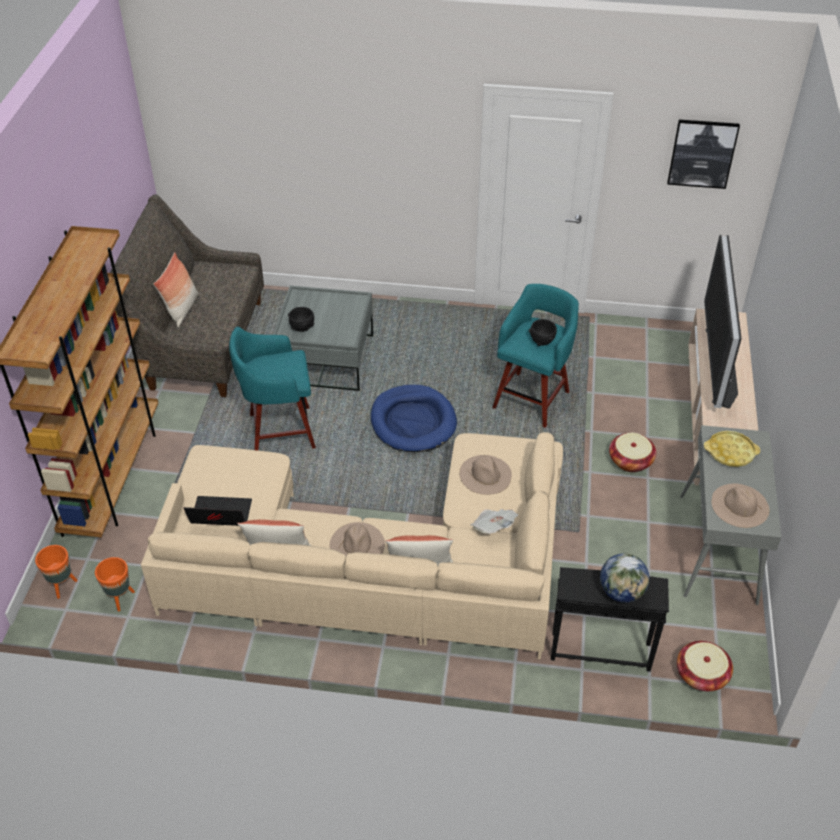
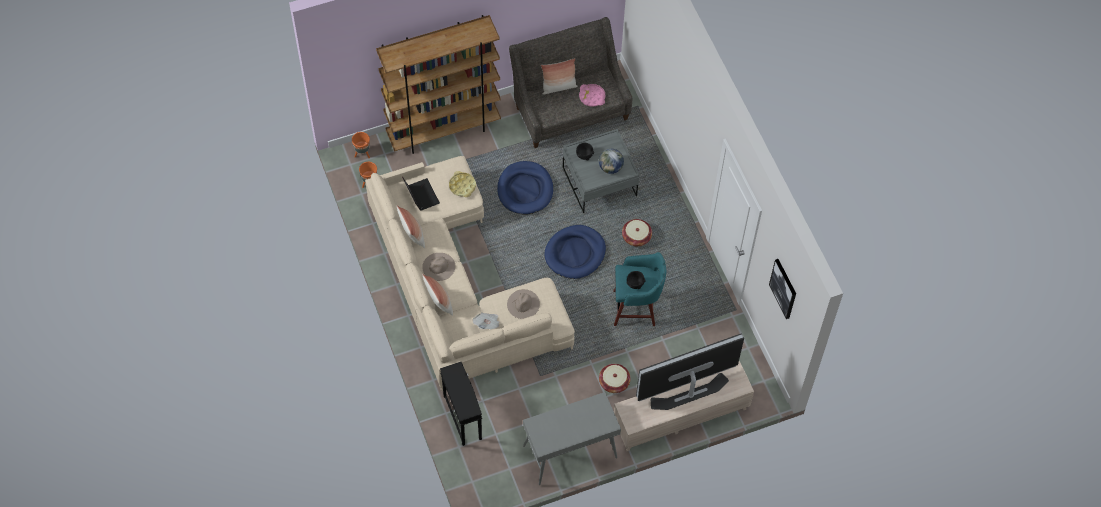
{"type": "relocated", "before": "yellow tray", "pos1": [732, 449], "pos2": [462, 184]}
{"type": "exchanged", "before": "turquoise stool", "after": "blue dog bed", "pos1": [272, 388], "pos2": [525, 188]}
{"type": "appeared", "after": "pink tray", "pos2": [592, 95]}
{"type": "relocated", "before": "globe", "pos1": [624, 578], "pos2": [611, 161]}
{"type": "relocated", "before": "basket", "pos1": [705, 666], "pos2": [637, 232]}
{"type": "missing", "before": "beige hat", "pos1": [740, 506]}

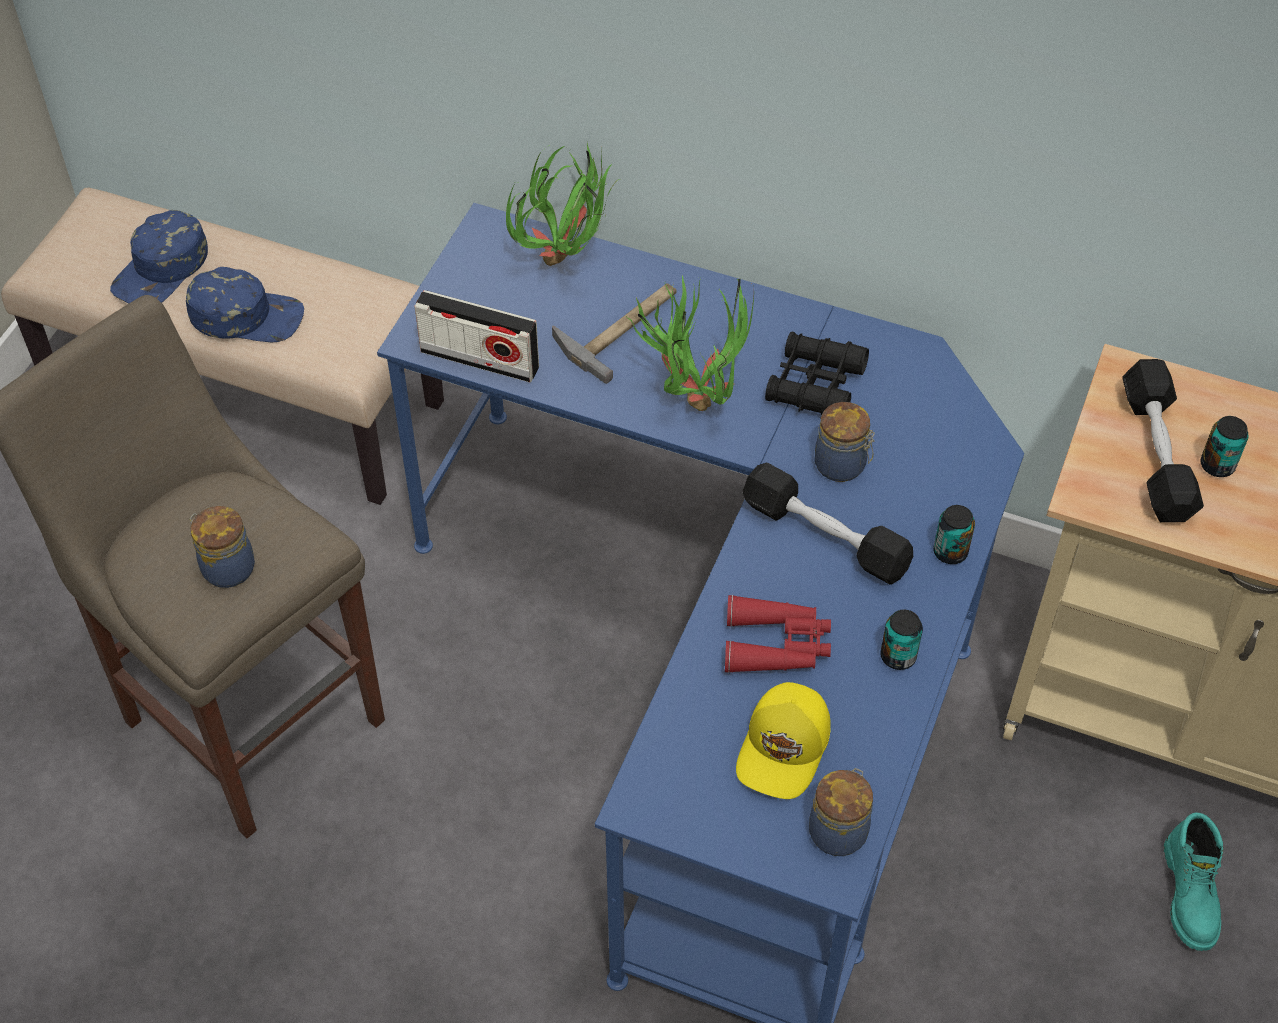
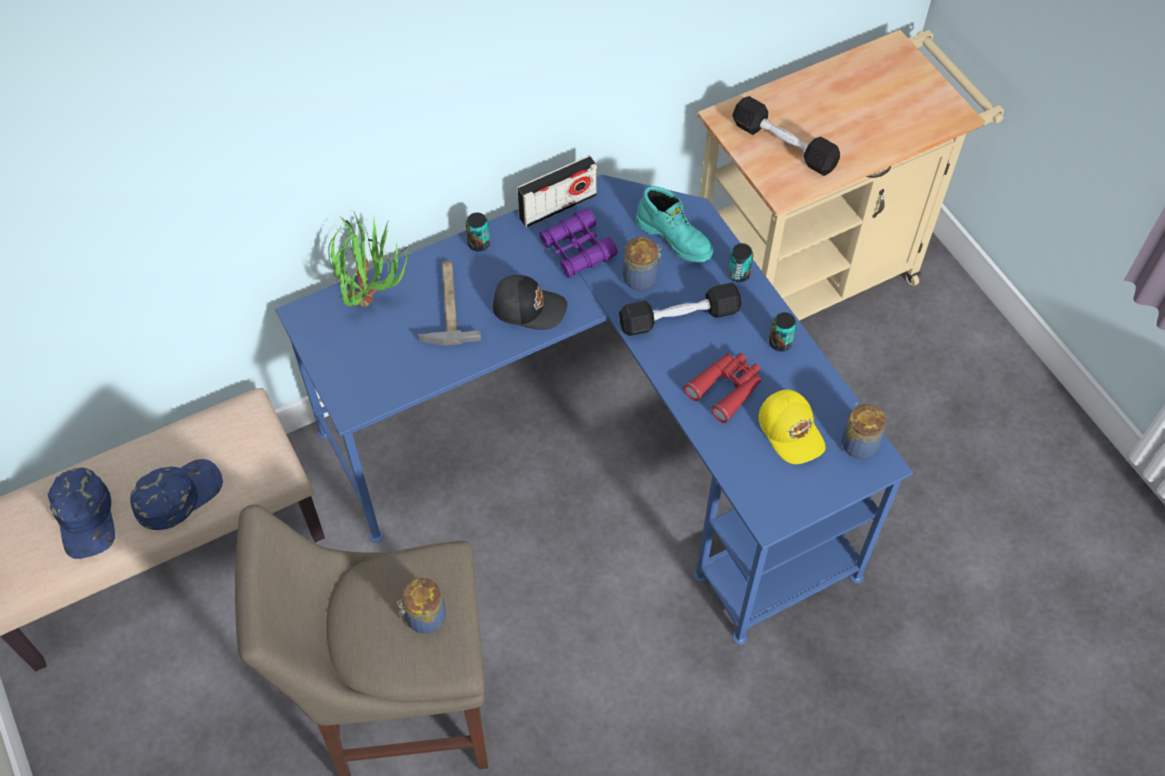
{"type": "relocated", "before": "can", "pos1": [1224, 446], "pos2": [478, 232]}
{"type": "exchanged", "before": "potted plant", "after": "black cap", "pos1": [690, 343], "pos2": [530, 302]}
{"type": "relocated", "before": "radio", "pos1": [476, 336], "pos2": [557, 191]}
{"type": "colour", "before": "black binoculars", "after": "purple binoculars", "pos1": [817, 373], "pos2": [578, 243]}
{"type": "relocated", "before": "turquoise boot", "pos1": [1194, 882], "pos2": [674, 224]}

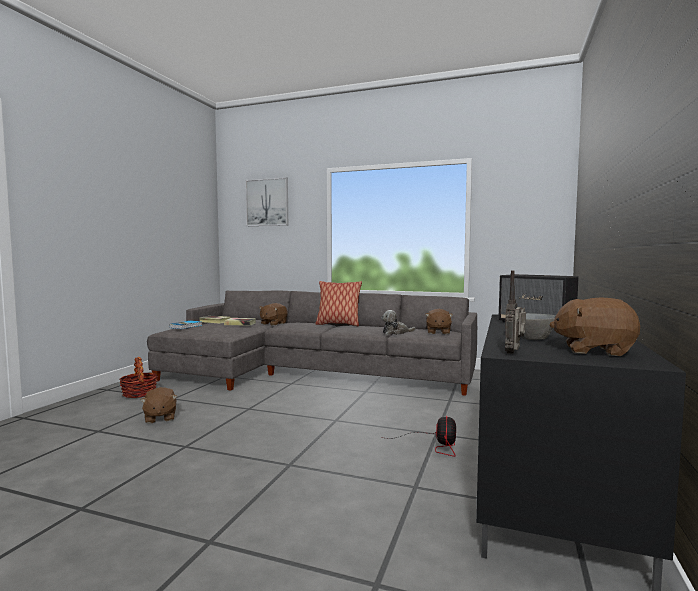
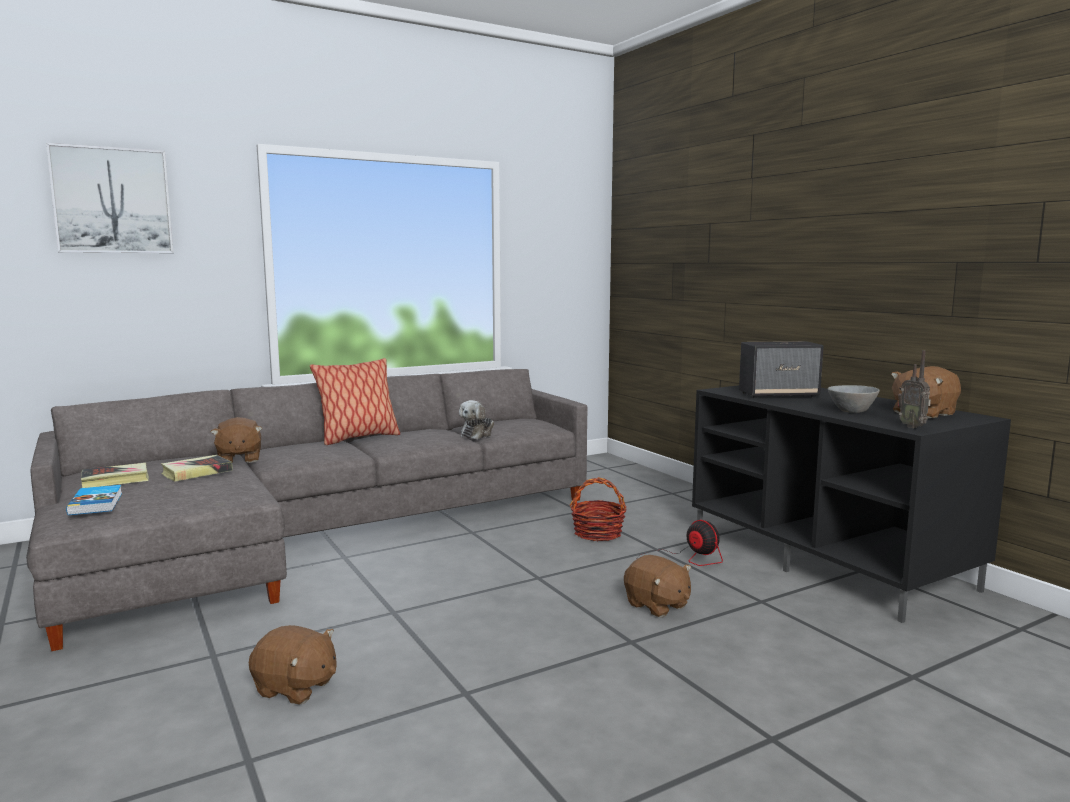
{"type": "relocated", "before": "basket", "pos1": [138, 377], "pos2": [598, 509]}
{"type": "relocated", "before": "brown plush toy", "pos1": [439, 321], "pos2": [657, 586]}

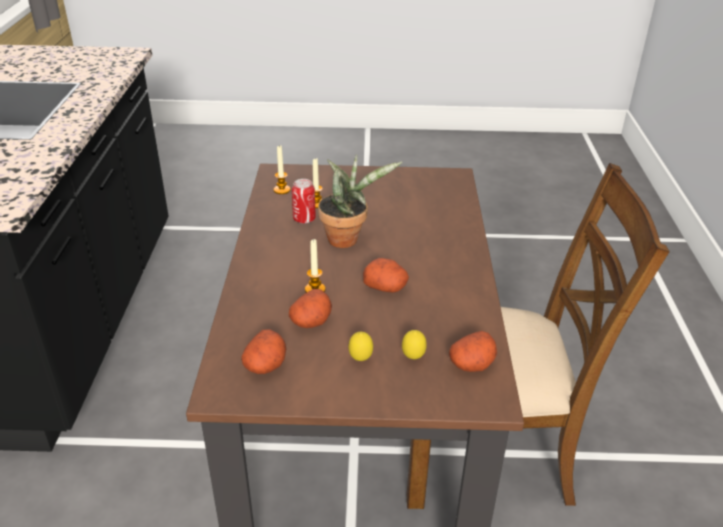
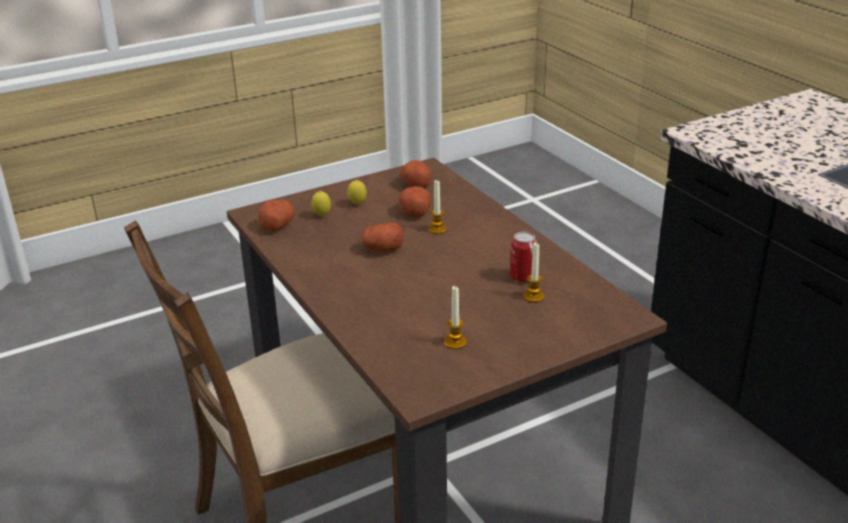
{"type": "relocated", "before": "candle", "pos1": [282, 170], "pos2": [455, 317]}
{"type": "missing", "before": "potted plant", "pos1": [360, 201]}

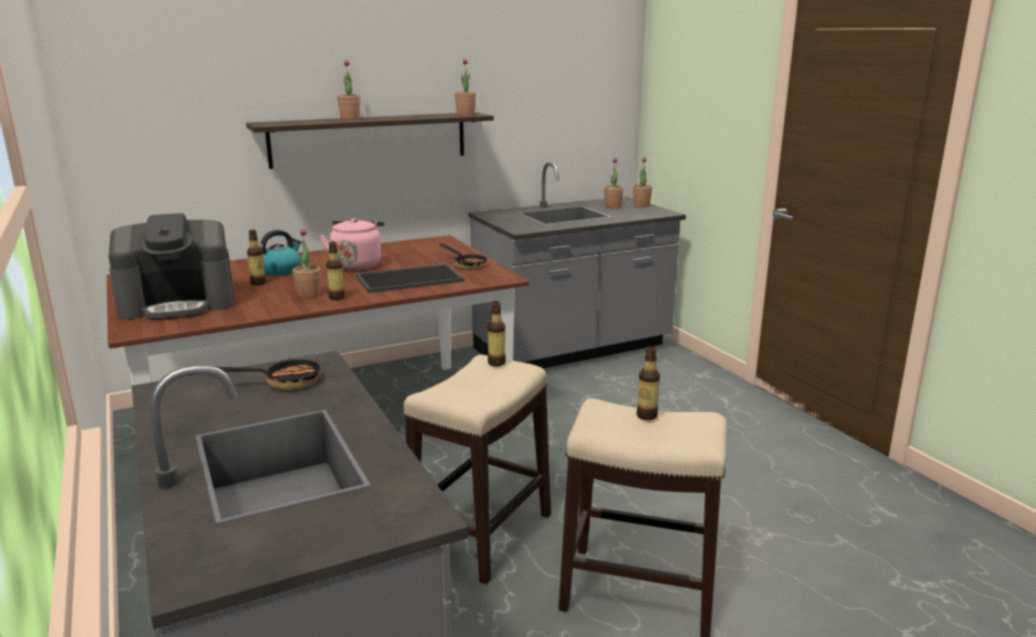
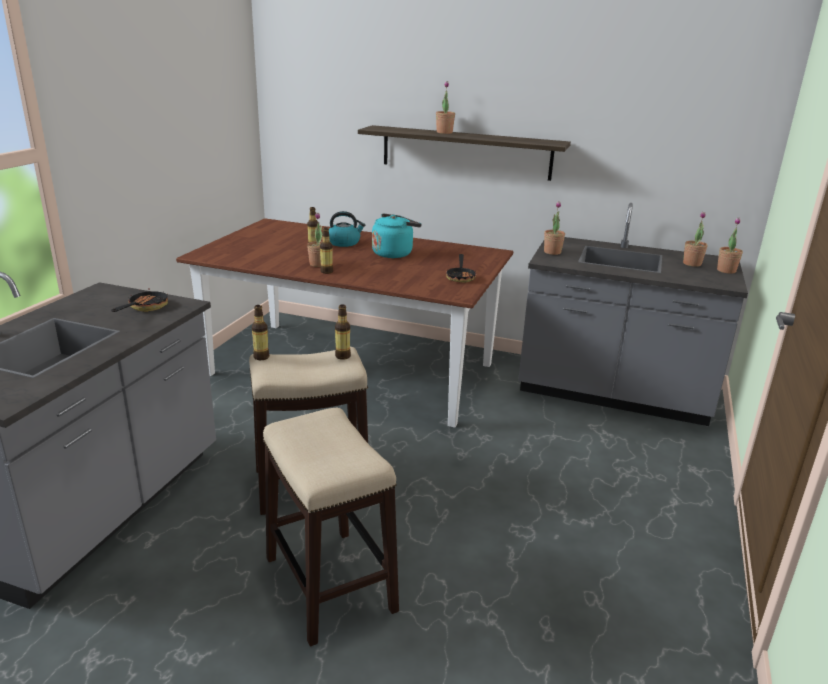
{"type": "spun", "before": "frying pan", "pos1": [269, 370], "pos2": [139, 297], "turn": -105}
{"type": "relocated", "before": "bottle", "pos1": [648, 383], "pos2": [260, 332]}
{"type": "colour", "before": "pink kettle", "after": "turquoise kettle", "pos1": [351, 244], "pos2": [397, 235]}
{"type": "relocated", "before": "potted plant", "pos1": [465, 87], "pos2": [554, 228]}
{"type": "missing", "before": "coffee machine", "pos1": [171, 266]}
{"type": "missing", "before": "tray", "pos1": [410, 278]}

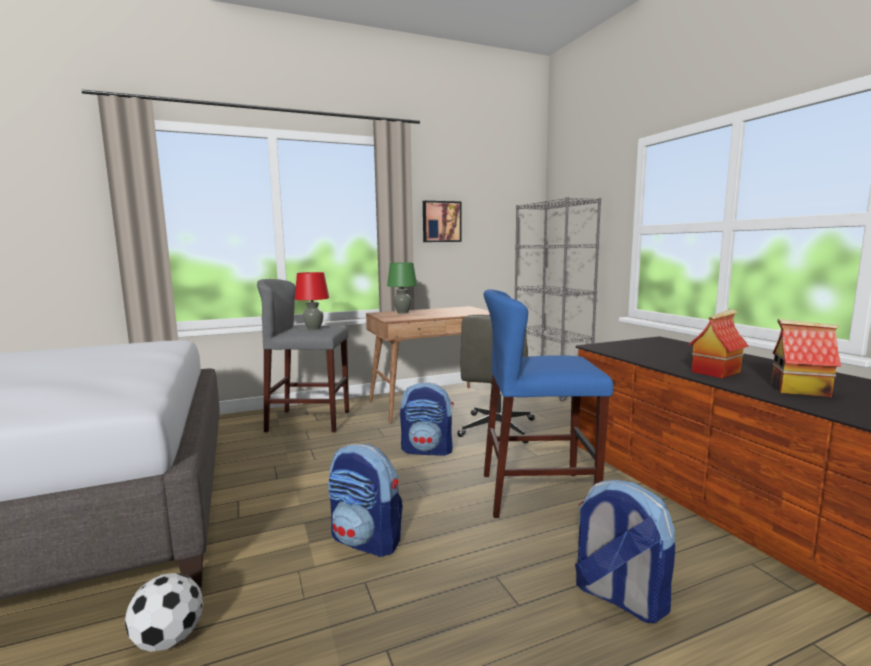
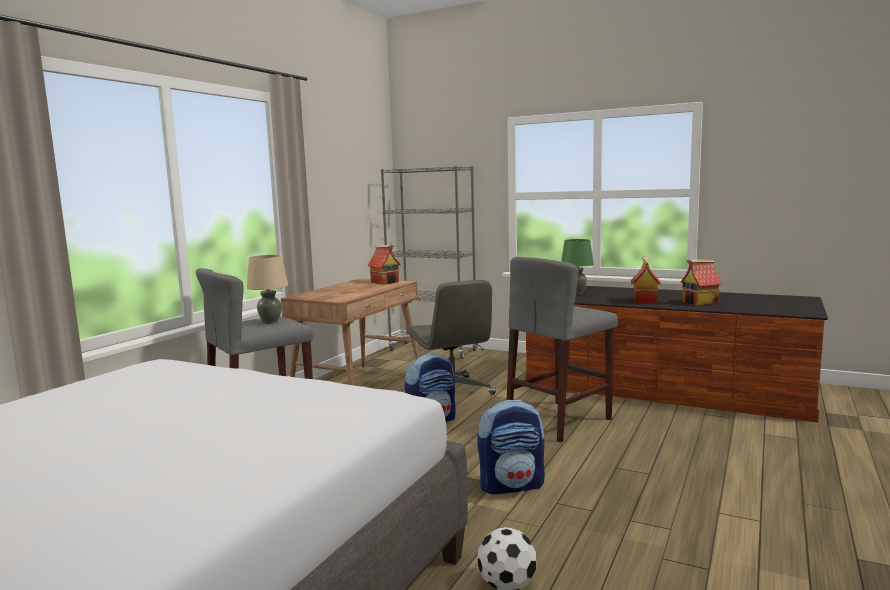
{"type": "colour", "before": "red table lamp", "after": "beige table lamp", "pos1": [312, 301], "pos2": [267, 289]}
{"type": "appeared", "after": "toy house", "pos2": [384, 264]}
{"type": "colour", "before": "blue stool", "after": "grey stool", "pos1": [548, 403], "pos2": [562, 349]}
{"type": "relocated", "before": "green table lamp", "pos1": [402, 288], "pos2": [577, 266]}
{"type": "missing", "before": "picture", "pos1": [442, 221]}
{"type": "missing", "before": "backpack", "pos1": [625, 551]}

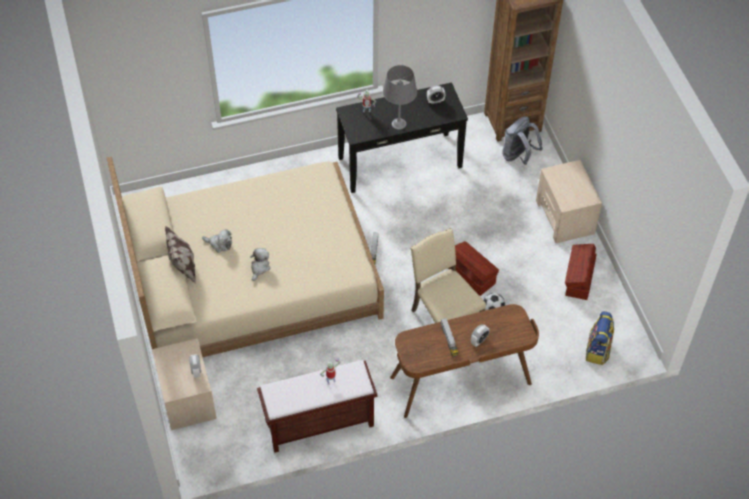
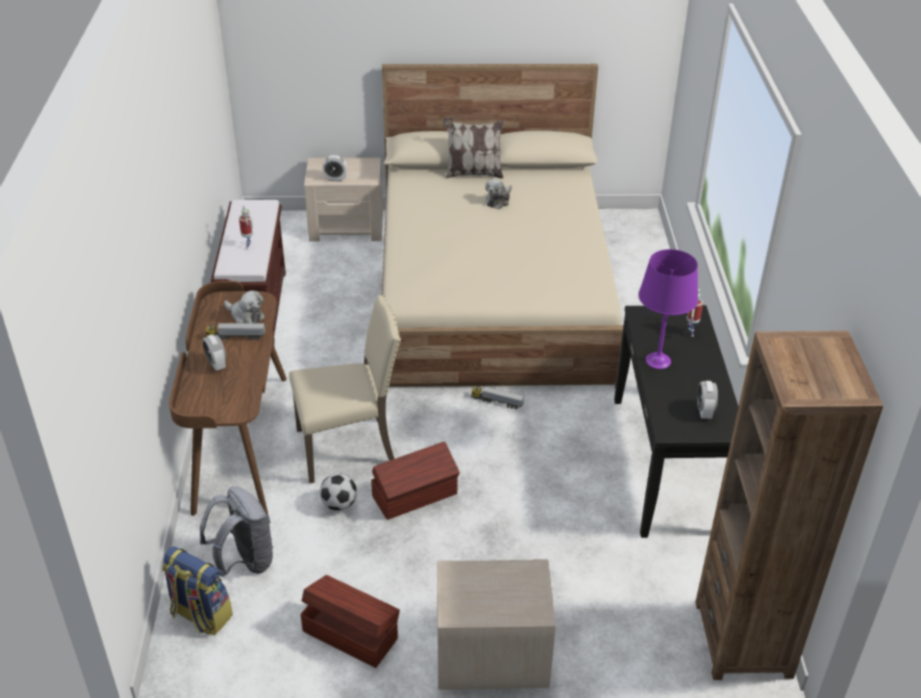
{"type": "relocated", "before": "grey backpack", "pos1": [522, 140], "pos2": [236, 531]}
{"type": "relocated", "before": "plush toy", "pos1": [260, 264], "pos2": [244, 306]}
{"type": "colour", "before": "grey table lamp", "after": "purple table lamp", "pos1": [400, 97], "pos2": [668, 309]}

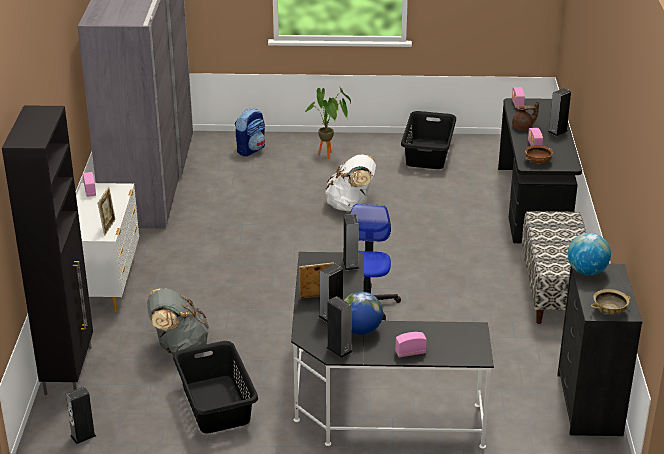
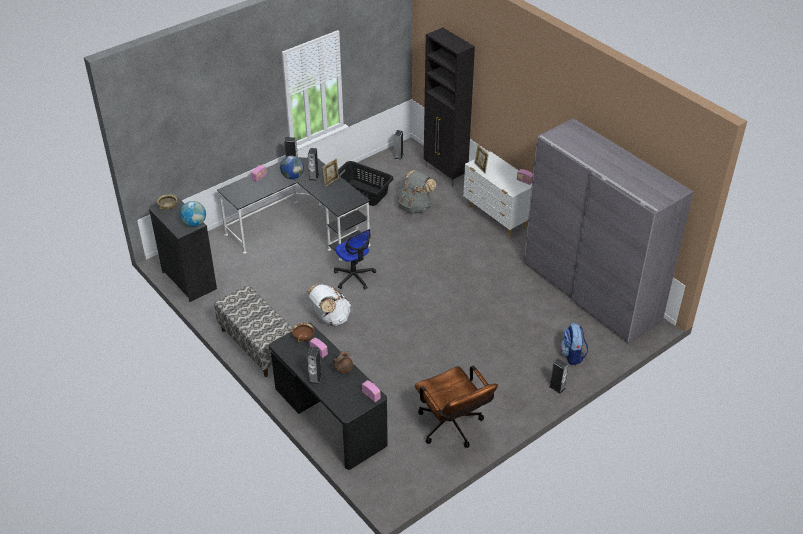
{"type": "relocated", "before": "white backpack", "pos1": [350, 183], "pos2": [329, 305]}
{"type": "exchanged", "before": "black laundry basket", "after": "brown office chair", "pos1": [428, 140], "pos2": [456, 407]}
{"type": "relocated", "before": "speaker", "pos1": [351, 242], "pos2": [558, 376]}
{"type": "missing", "before": "potted plant", "pos1": [328, 122]}

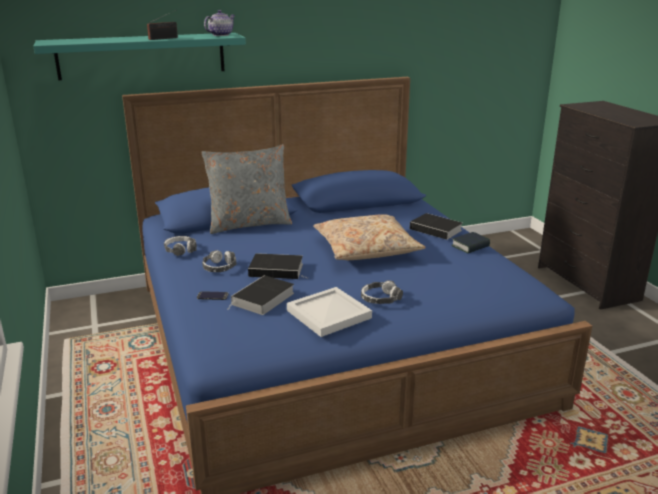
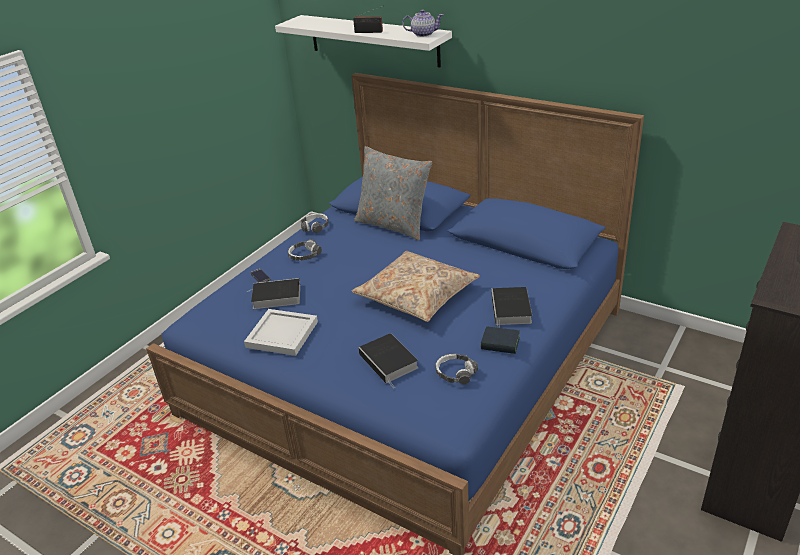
{"type": "colour", "before": "turquoise shelf", "after": "white shelf", "pos1": [139, 56], "pos2": [363, 41]}
{"type": "relocated", "before": "book", "pos1": [278, 266], "pos2": [388, 360]}
{"type": "relocated", "before": "headphones", "pos1": [382, 292], "pos2": [456, 369]}

